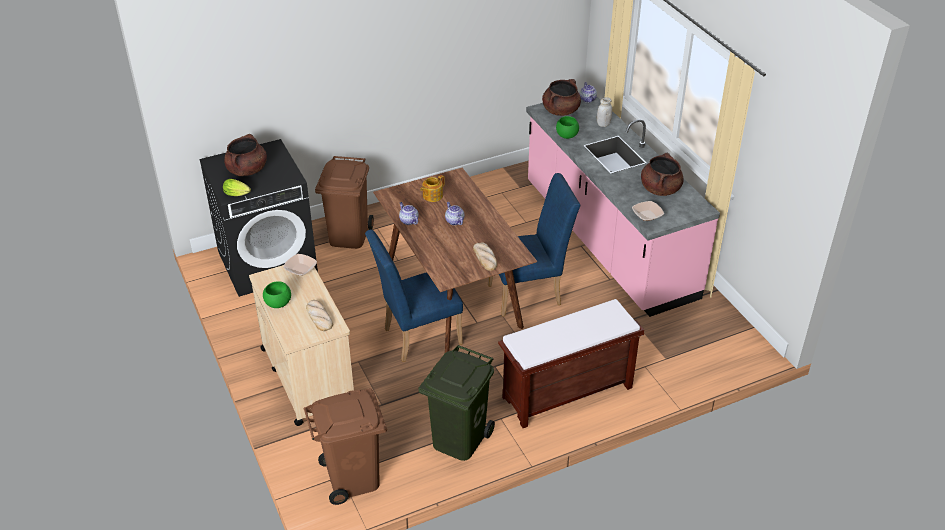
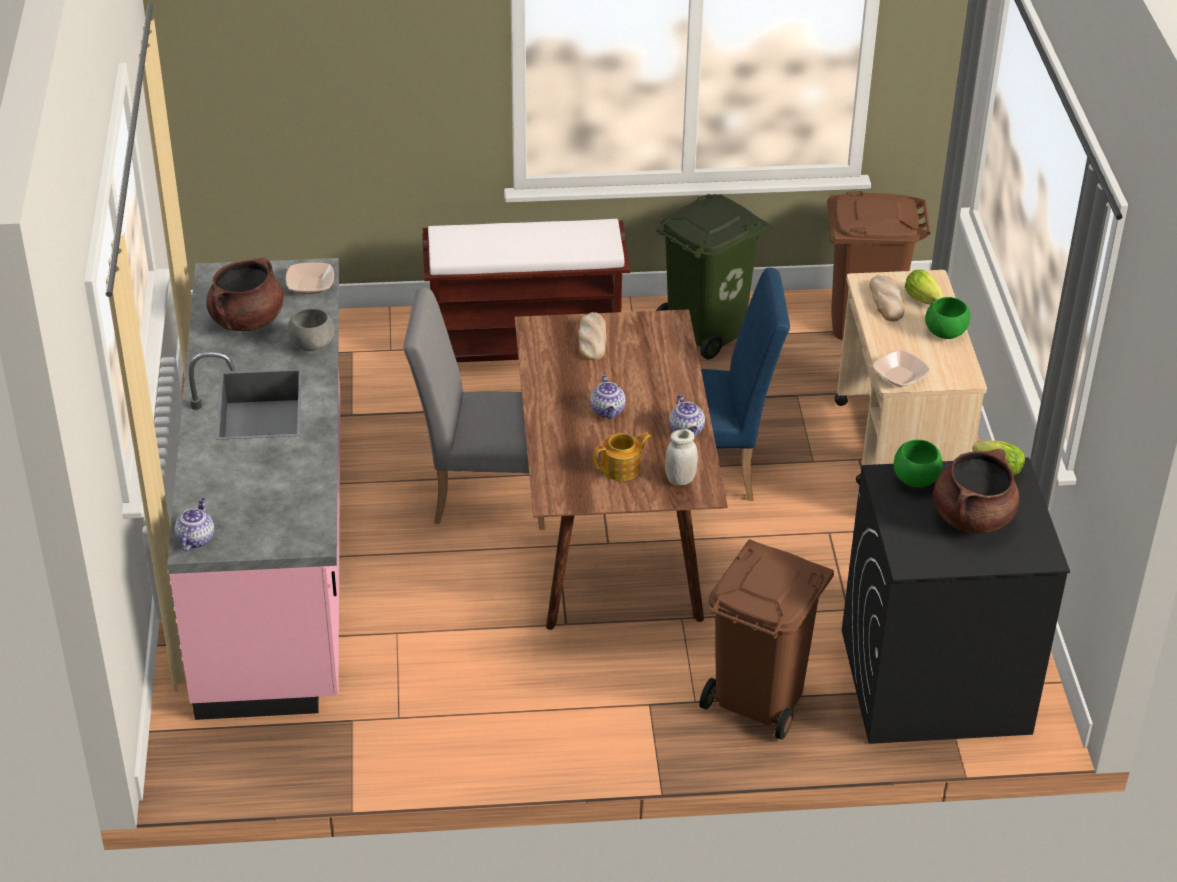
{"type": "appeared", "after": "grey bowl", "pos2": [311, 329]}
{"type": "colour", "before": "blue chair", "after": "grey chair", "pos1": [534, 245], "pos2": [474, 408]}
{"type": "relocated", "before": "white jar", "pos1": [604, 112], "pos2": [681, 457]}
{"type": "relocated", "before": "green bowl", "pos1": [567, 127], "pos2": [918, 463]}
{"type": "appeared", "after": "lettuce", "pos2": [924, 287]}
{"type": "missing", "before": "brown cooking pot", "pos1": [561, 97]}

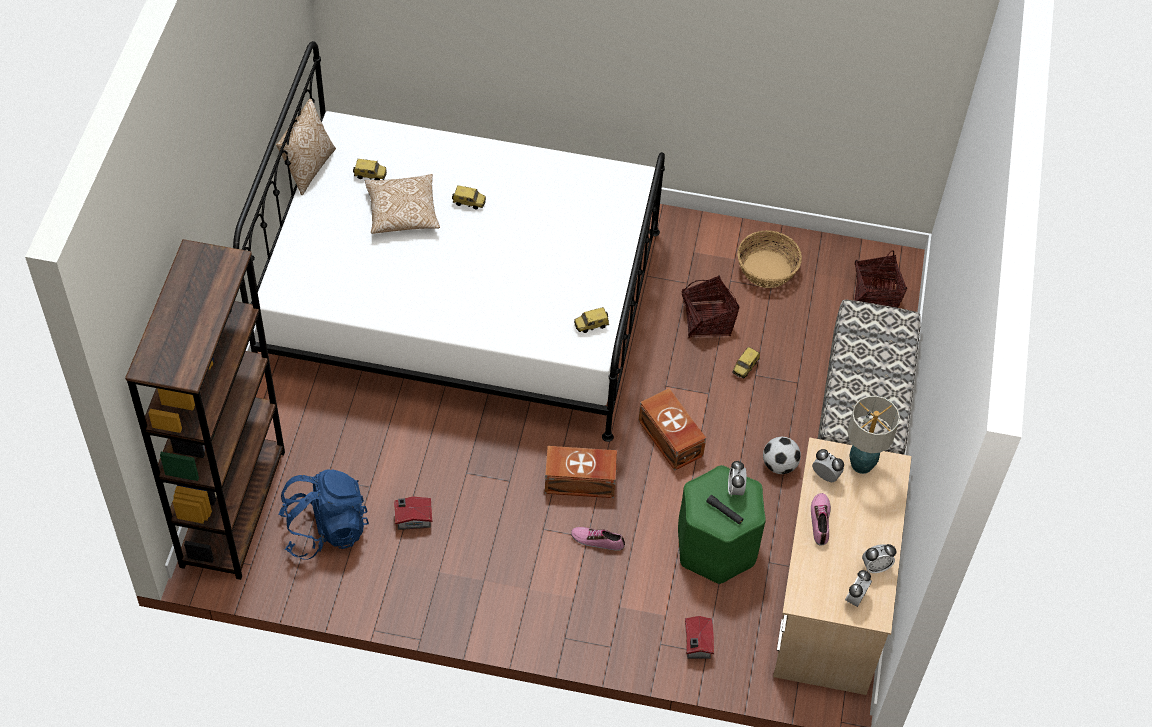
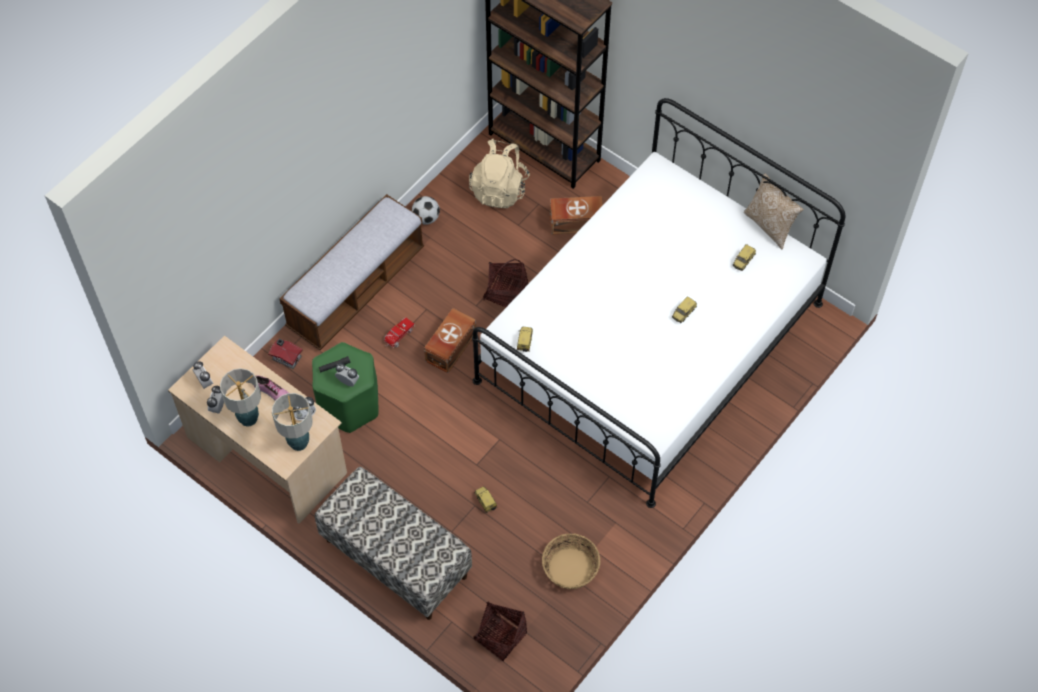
{"type": "appeared", "after": "table lamp", "pos2": [240, 397]}
{"type": "appeared", "after": "bench", "pos2": [351, 272]}
{"type": "exchanged", "before": "shoe", "after": "toy truck", "pos1": [598, 539], "pos2": [399, 332]}
{"type": "relocated", "before": "football", "pos1": [782, 455], "pos2": [426, 210]}
{"type": "colour", "before": "blue backpack", "after": "beige backpack", "pos1": [323, 514], "pos2": [499, 173]}
{"type": "relocated", "before": "basket", "pos1": [710, 306], "pos2": [505, 283]}
{"type": "relocated", "before": "brown storage box", "pos1": [672, 429], "pos2": [576, 215]}
{"type": "missing", "before": "pillow", "pos1": [402, 204]}
{"type": "missing", "before": "toy house", "pos1": [413, 513]}

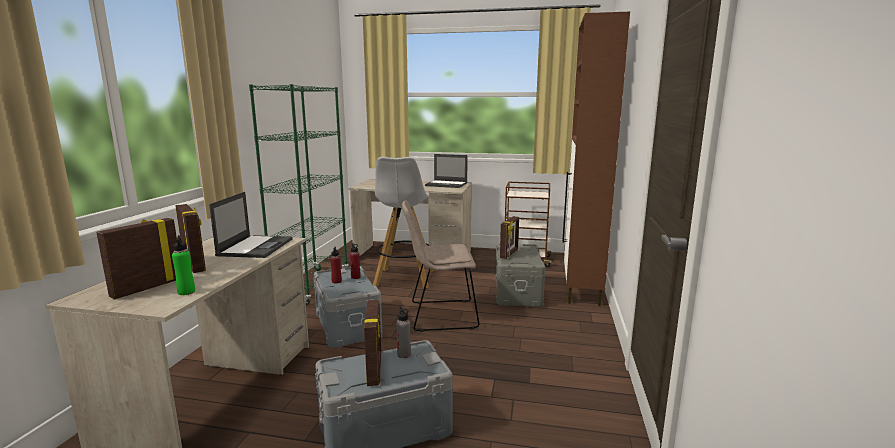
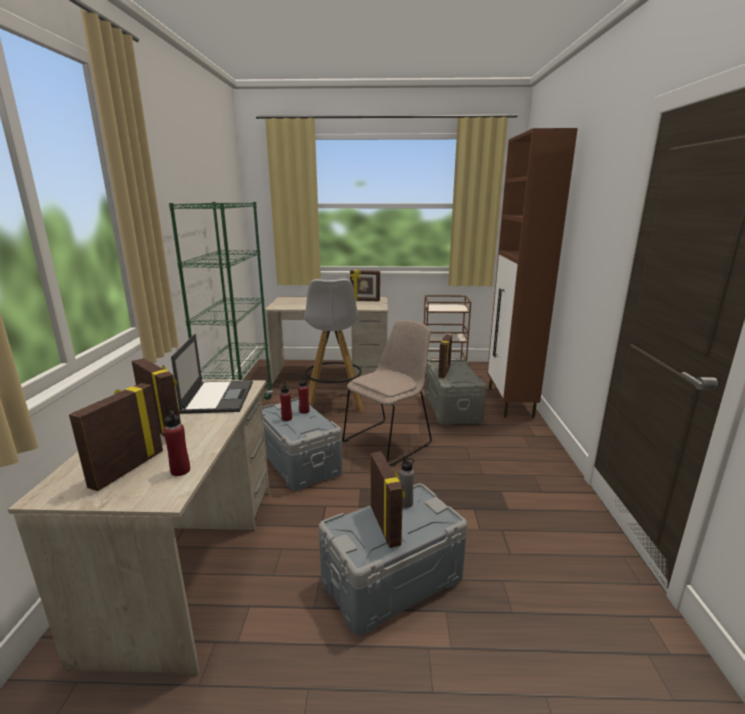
{"type": "colour", "before": "green bottle", "after": "red bottle", "pos1": [183, 265], "pos2": [176, 441]}
{"type": "spun", "before": "beige chair", "pos1": [441, 266], "pos2": [387, 393], "turn": 150}
{"type": "exchanged", "before": "laptop", "after": "picture frame", "pos1": [446, 171], "pos2": [365, 285]}

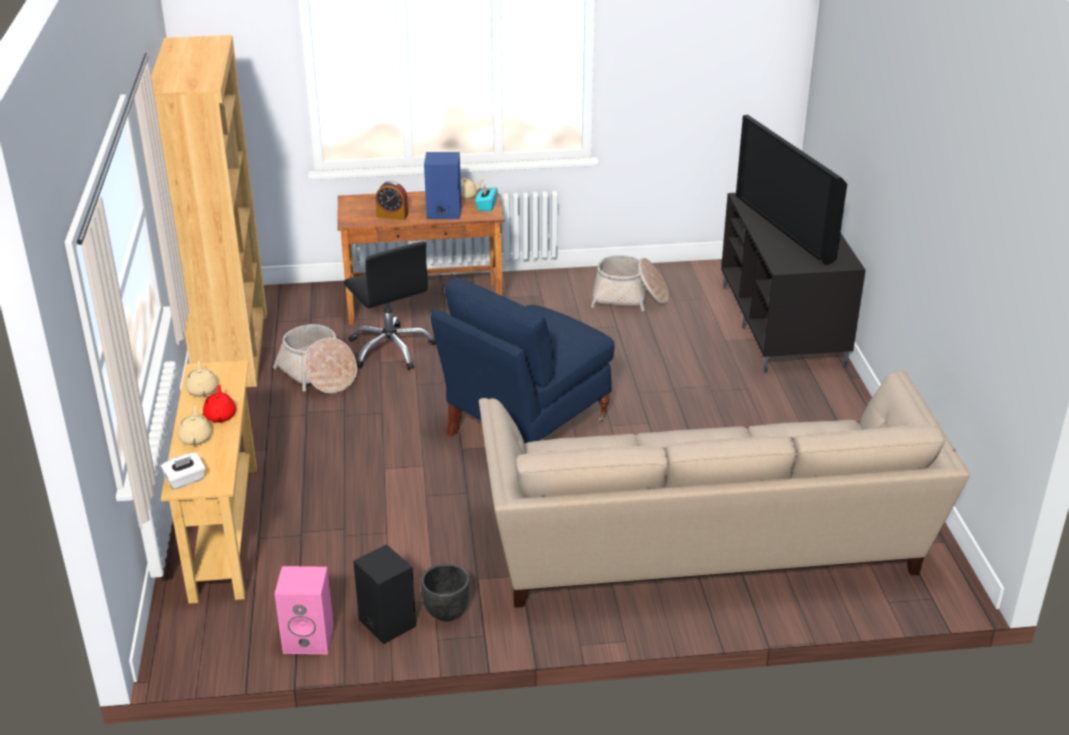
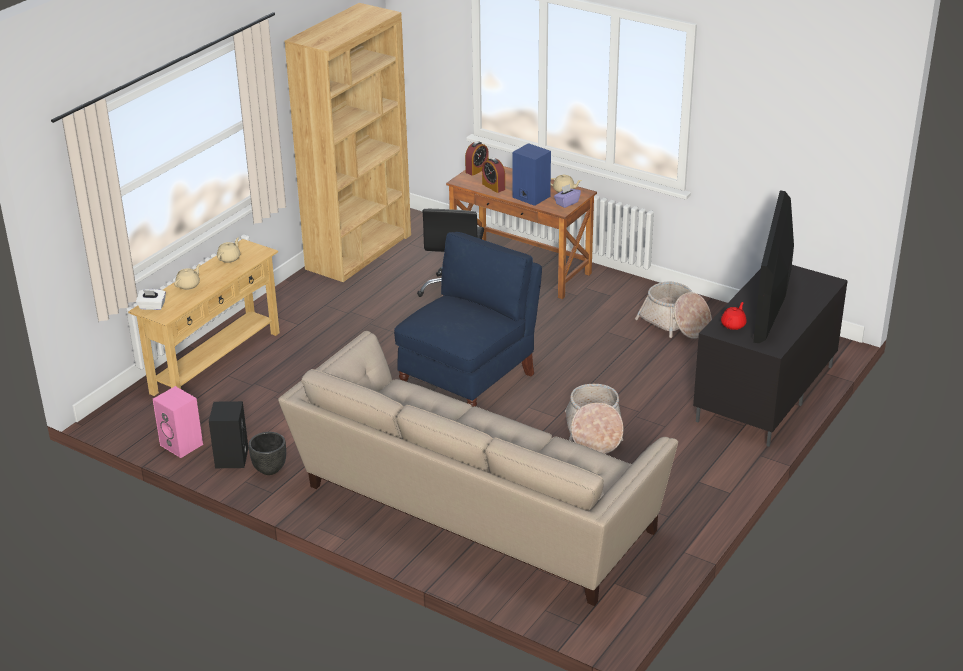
{"type": "spun", "before": "blue armchair", "pos1": [523, 360], "pos2": [468, 319], "turn": 135}
{"type": "appeared", "after": "alarm clock", "pos2": [477, 158]}
{"type": "colour", "before": "turquoise tissue box", "after": "purple tissue box", "pos1": [486, 198], "pos2": [567, 196]}
{"type": "relocated", "before": "basket", "pos1": [315, 359], "pos2": [594, 419]}
{"type": "relocated", "before": "red teapot", "pos1": [219, 403], "pos2": [734, 316]}

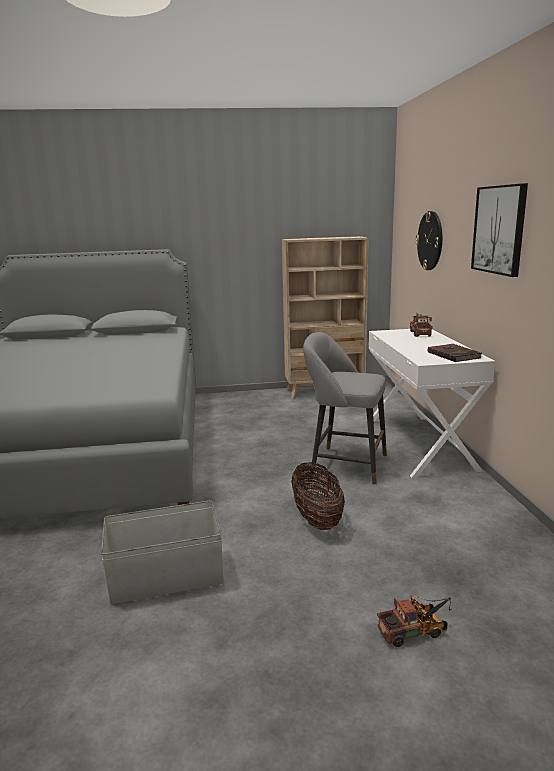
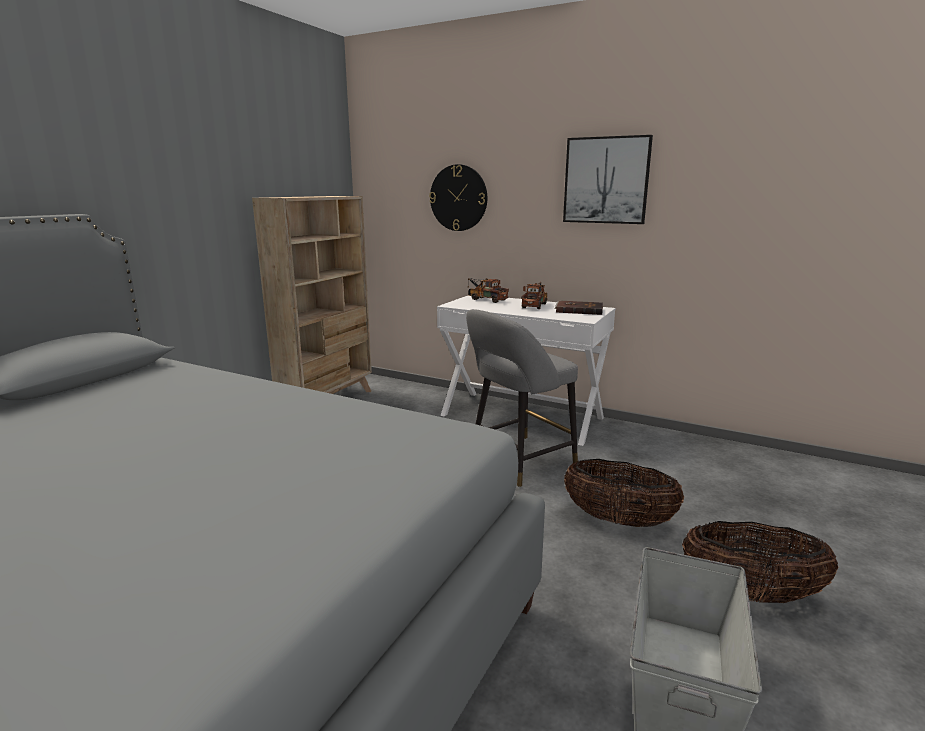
{"type": "relocated", "before": "toy truck", "pos1": [414, 621], "pos2": [534, 295]}
{"type": "appeared", "after": "basket", "pos2": [760, 562]}

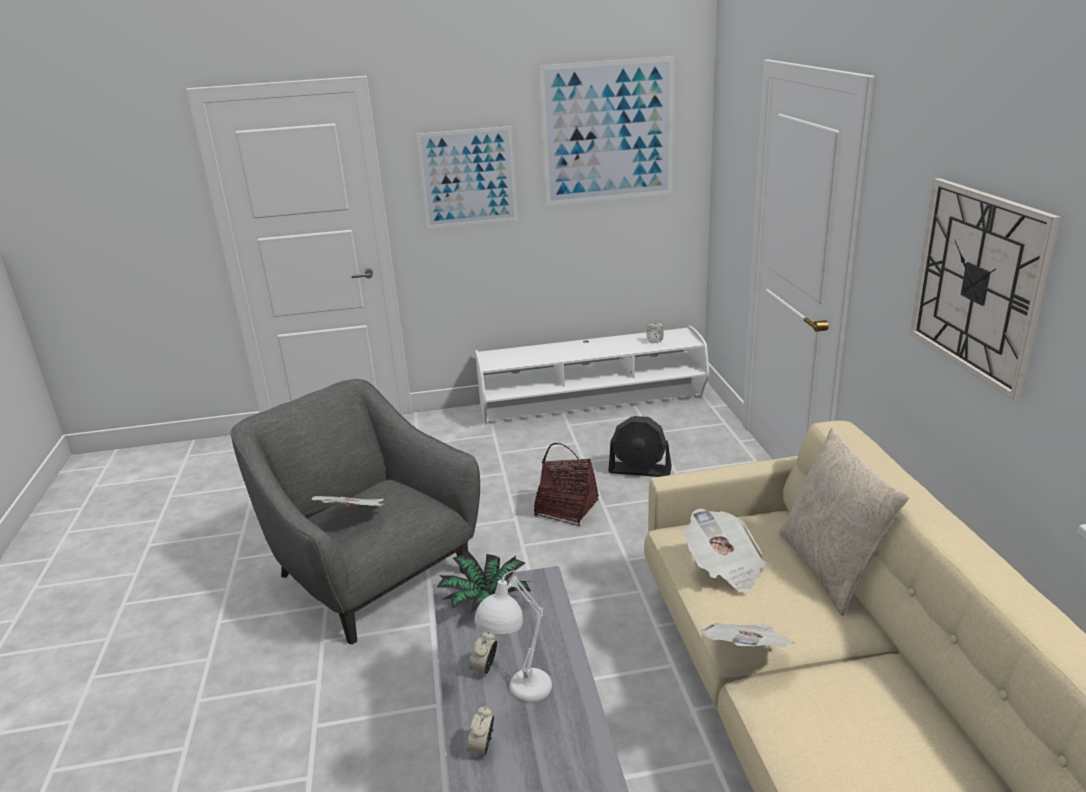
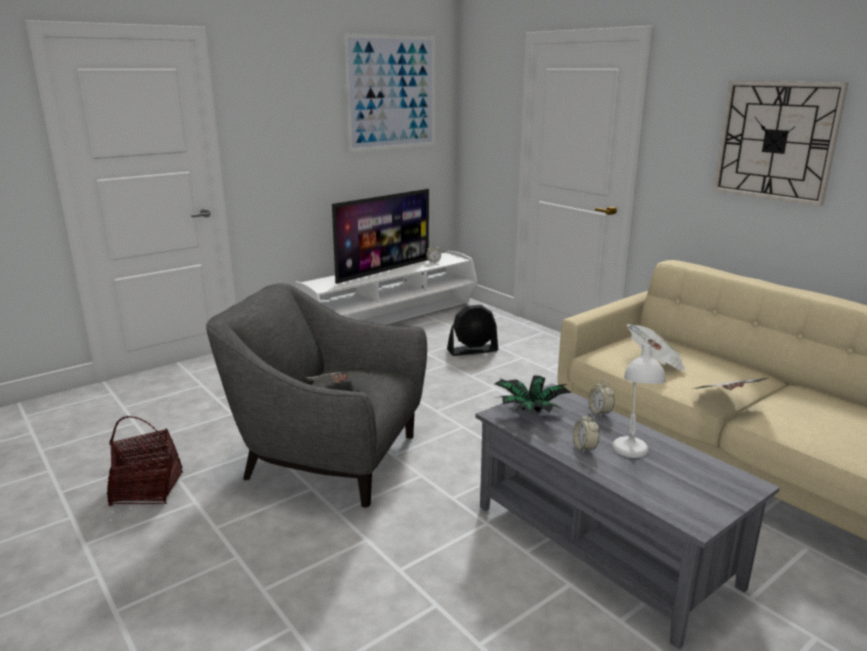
{"type": "relocated", "before": "basket", "pos1": [566, 484], "pos2": [145, 461]}
{"type": "appeared", "after": "television", "pos2": [380, 236]}
{"type": "relocated", "before": "alarm clock", "pos1": [480, 731], "pos2": [601, 398]}
{"type": "missing", "before": "picture", "pos1": [467, 177]}
{"type": "missing", "before": "beige pillow", "pos1": [844, 521]}

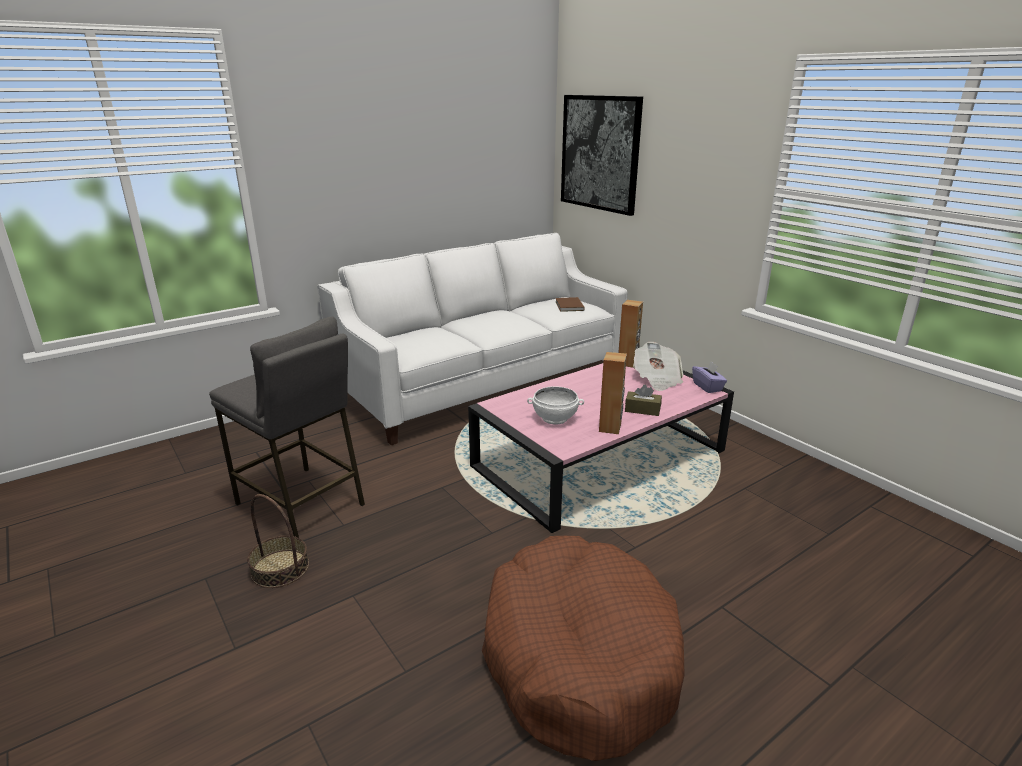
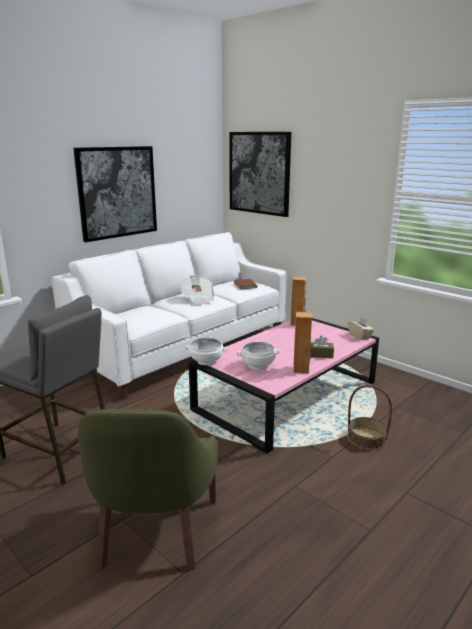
{"type": "appeared", "after": "picture", "pos2": [115, 194]}
{"type": "appeared", "after": "green armchair", "pos2": [148, 490]}
{"type": "relocated", "before": "newspaper", "pos1": [658, 366], "pos2": [197, 290]}
{"type": "appeared", "after": "white bowl", "pos2": [206, 351]}
{"type": "relocated", "before": "basket", "pos1": [278, 541], "pos2": [369, 417]}
{"type": "colour", "before": "purple tissue box", "after": "beige tissue box", "pos1": [709, 377], "pos2": [361, 328]}
{"type": "missing", "before": "brown dog bed", "pos1": [583, 648]}

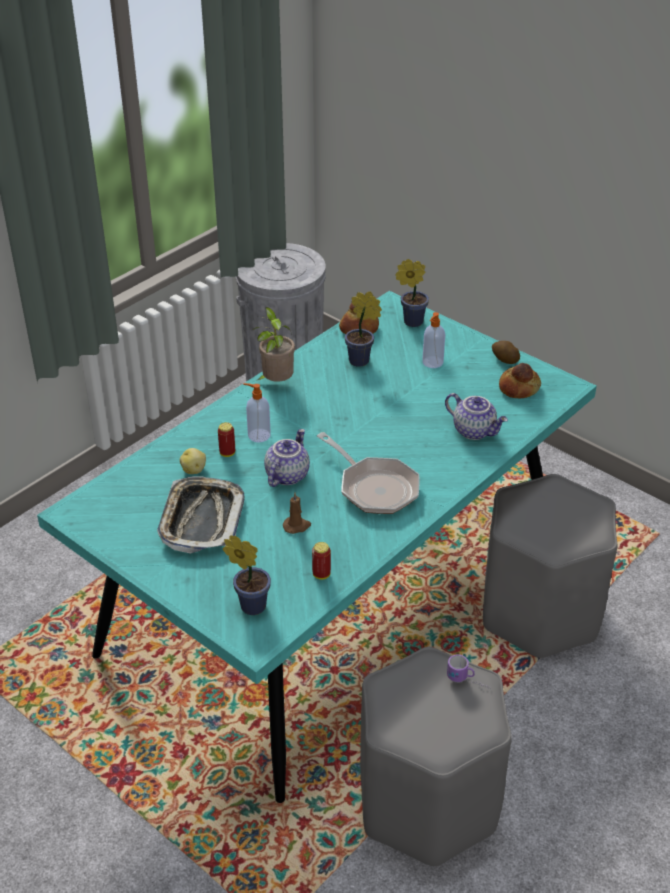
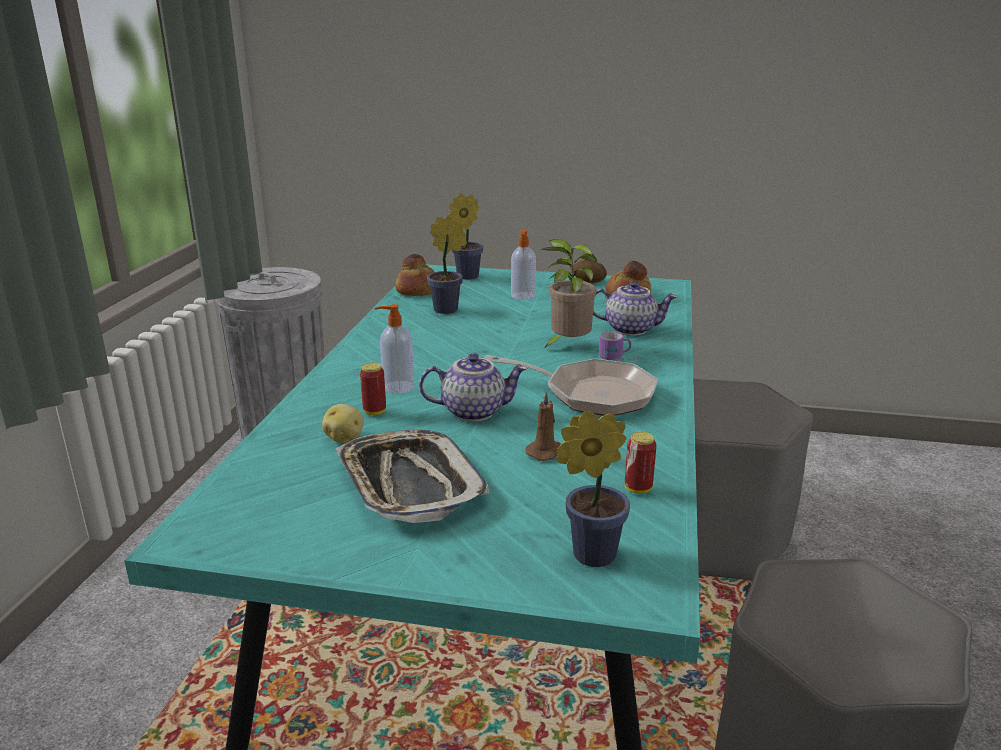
{"type": "spun", "before": "teapot", "pos1": [287, 458], "pos2": [473, 387], "turn": 90}
{"type": "relocated", "before": "potted plant", "pos1": [274, 344], "pos2": [569, 294]}
{"type": "relocated", "before": "mug", "pos1": [469, 671], "pos2": [624, 347]}

